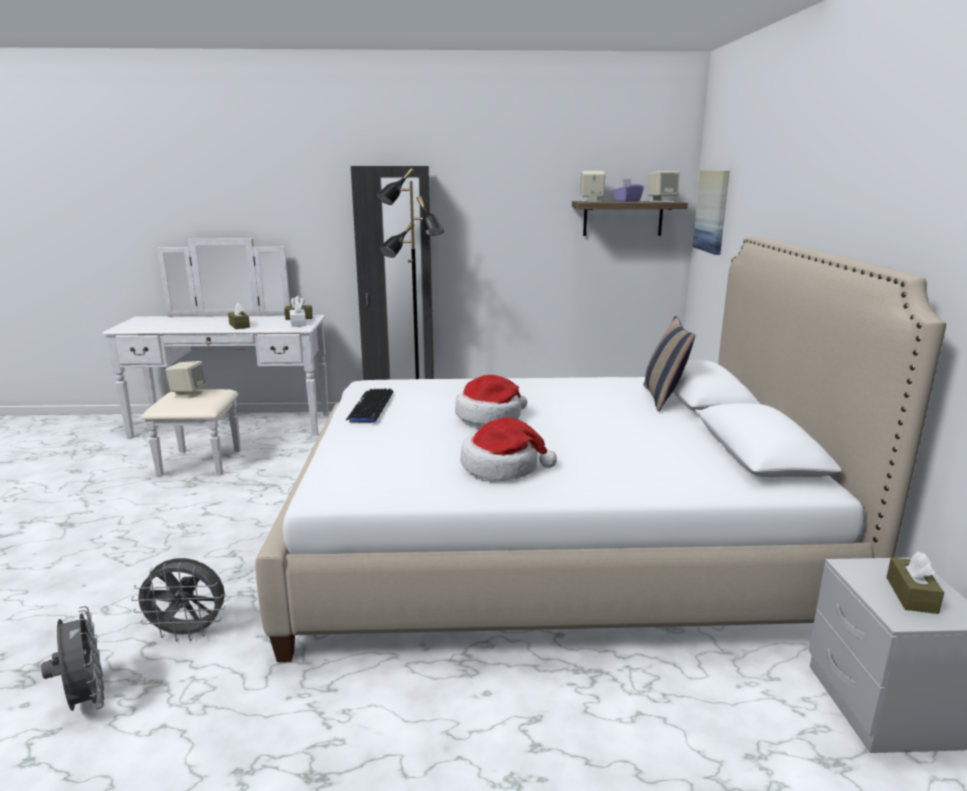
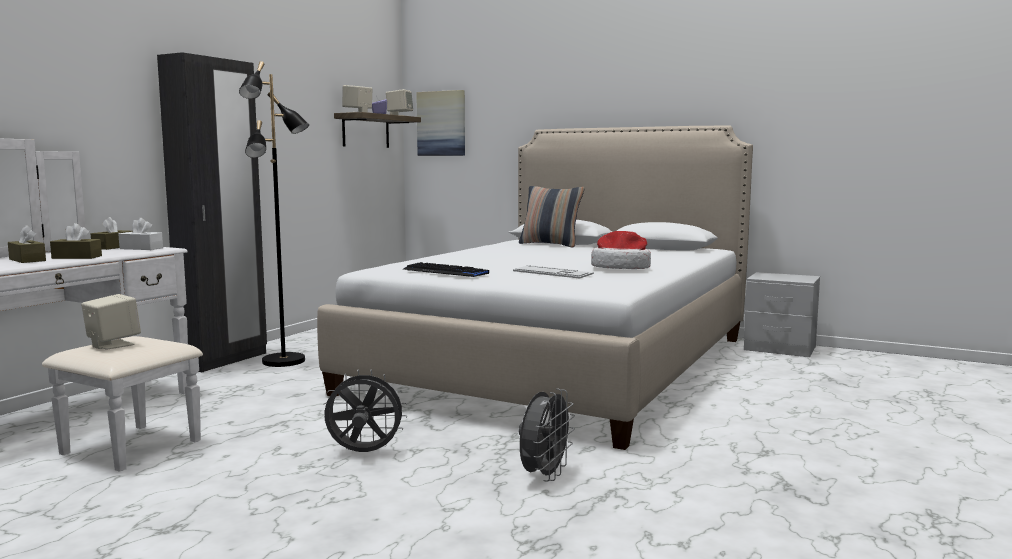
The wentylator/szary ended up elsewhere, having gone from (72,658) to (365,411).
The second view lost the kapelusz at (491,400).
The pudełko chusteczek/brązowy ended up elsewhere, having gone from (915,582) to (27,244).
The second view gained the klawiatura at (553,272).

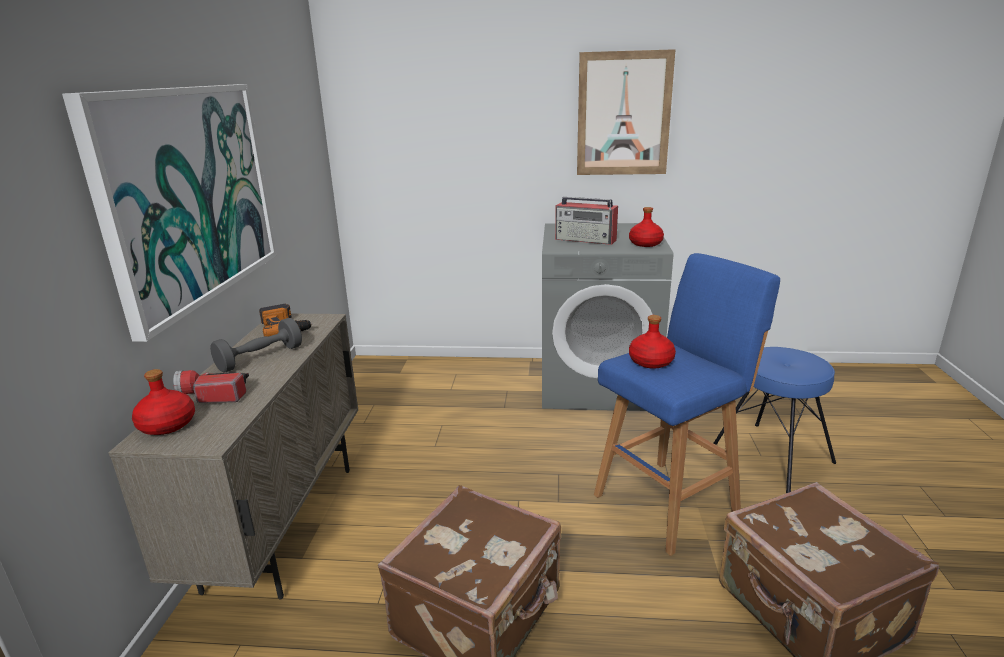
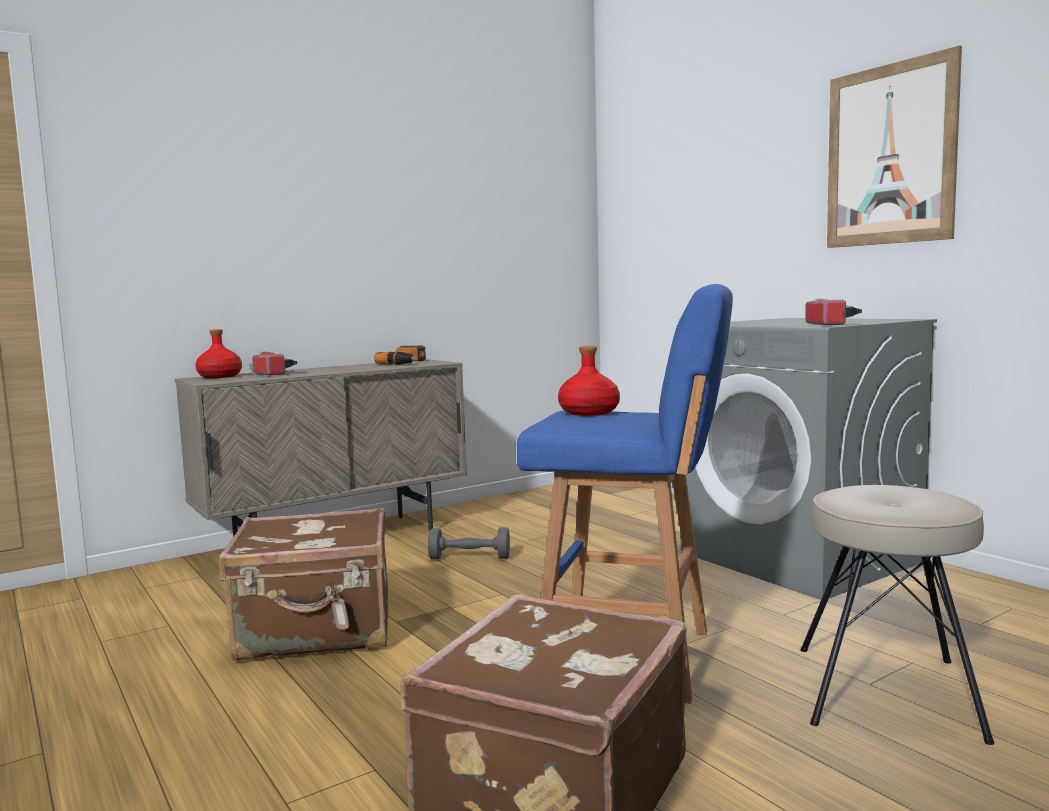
The second view lost the obraz at (169,213).
The hantel/szary ended up elsewhere, having gone from (256,345) to (469,543).
The second view lost the radio at (586,221).
Where the butelka/czerwony stood at (646,227), the latarka came to stand at (834,312).
What was the stołek/niebieski at (774,420) turned into the stołek/beżowy at (897,615).

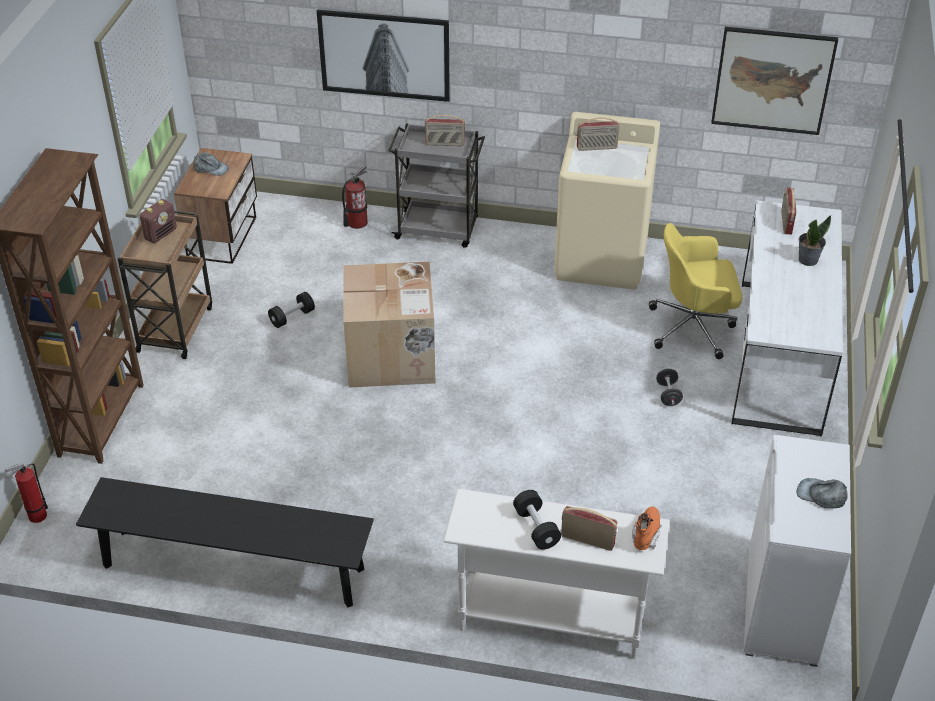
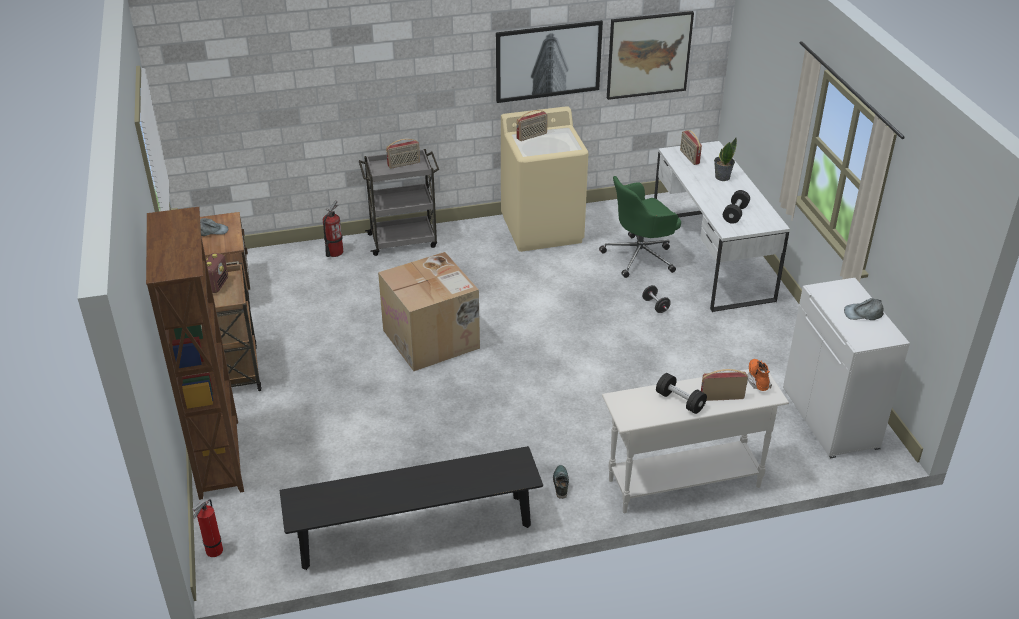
The hantel/czarny ended up elsewhere, having gone from (291,310) to (736,207).
The obraz ended up elsewhere, having gone from (383,56) to (549,61).
What was the krzesło biurowe/żółty at (695,291) turned into the krzesło biurowe/zielony at (640,227).
The second view gained the but at (561,482).

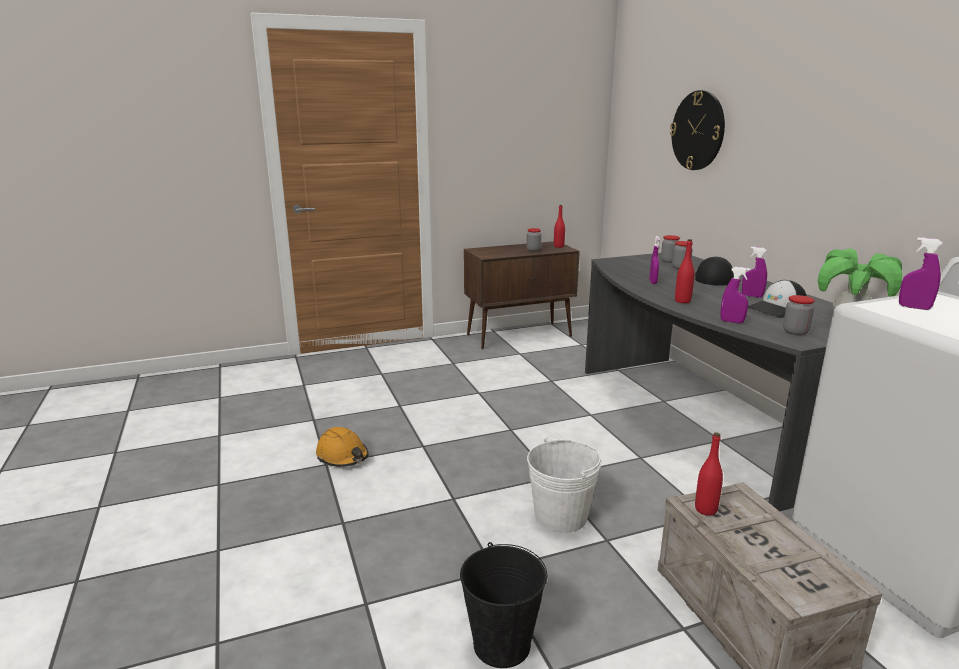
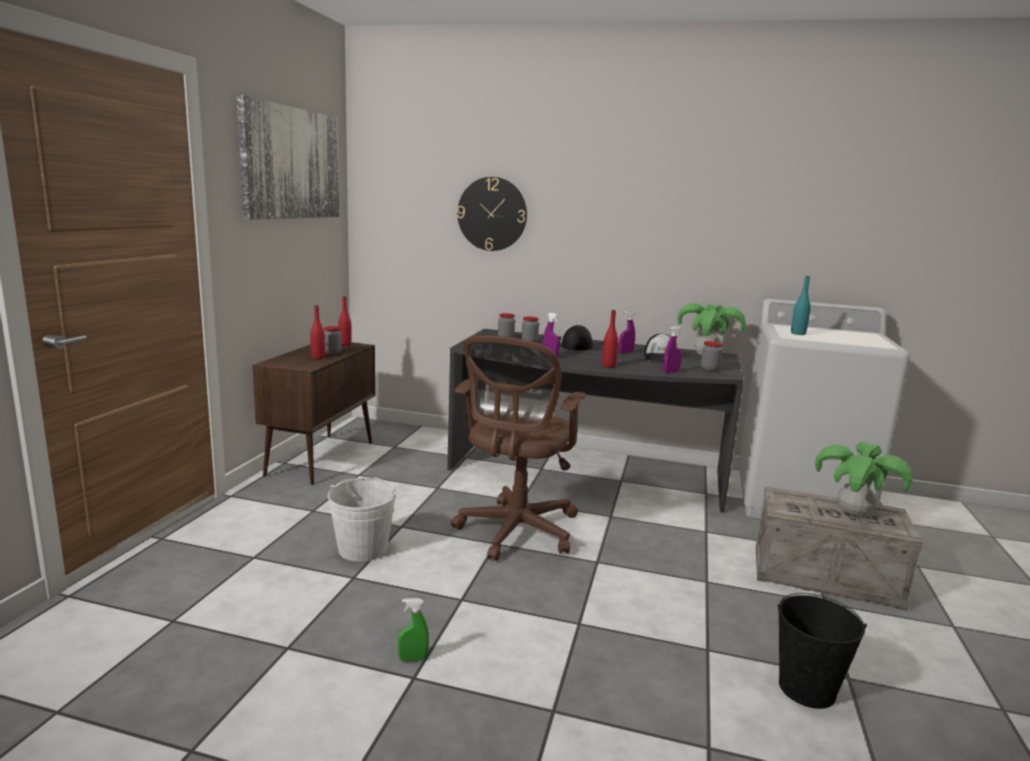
Where the kask/pomarańczowy stood at (342,447), the spryskiwacz/zielony came to stand at (413,629).
The wiadro/biały ended up elsewhere, having gone from (564,485) to (362,520).
The butelka/czerwony ended up elsewhere, having gone from (709,474) to (317,332).
Where the spryskiwacz/fioletowy stood at (921,273), the butelka/turkusowy came to stand at (801,305).
The second view gained the obraz at (288,157).
The second view gained the krzesło biurowe/brązowy at (518,448).
The second view gained the roślina doniczkowa at (864,478).

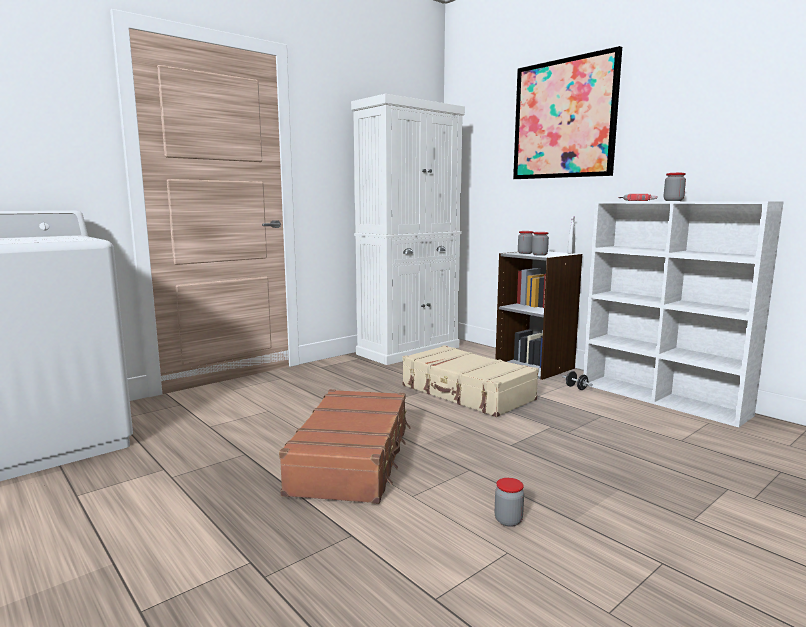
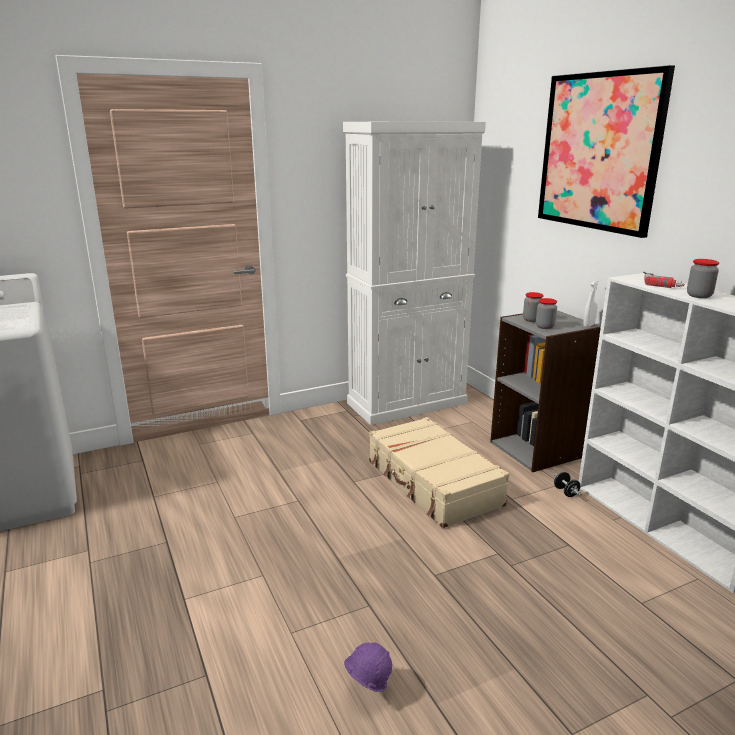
The second view lost the walizka/brązowy at (345,446).
Where the słoik stood at (509,502), the kask/fioletowy came to stand at (368,667).

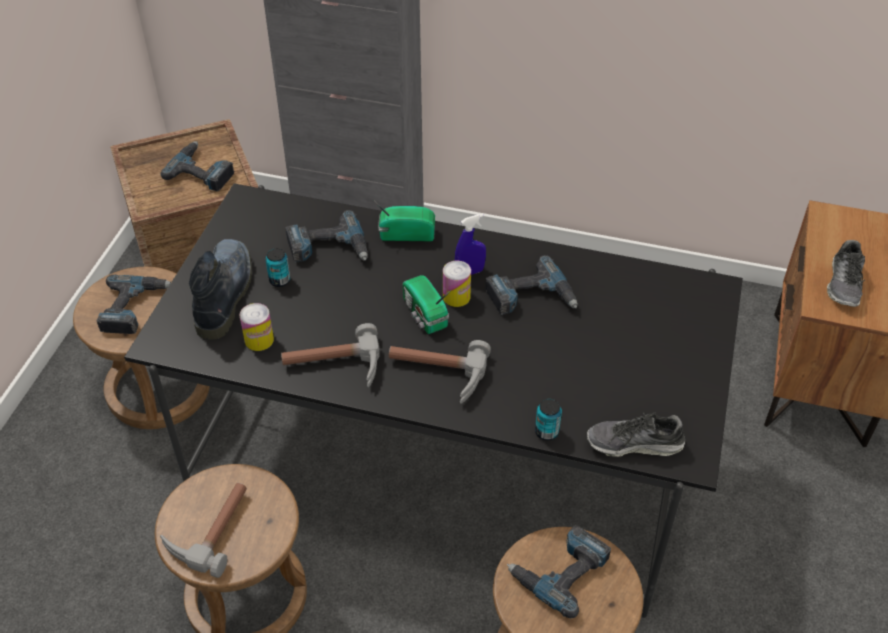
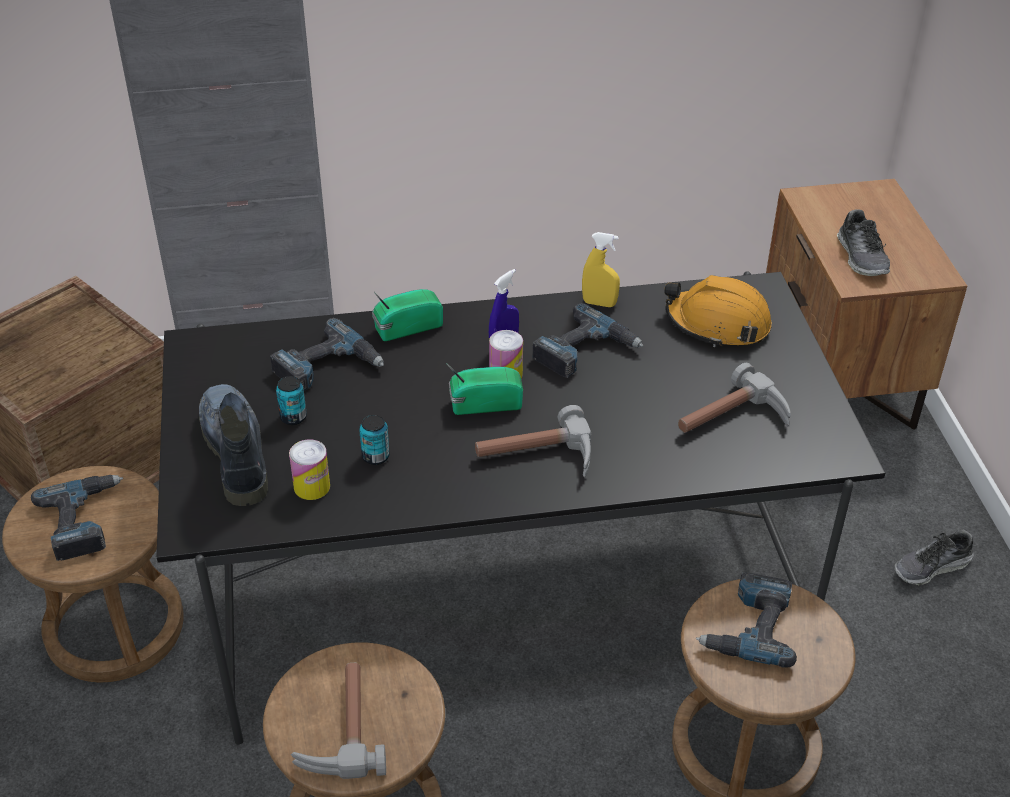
The second view lost the wiertarka at (197,166).
The młotek ended up elsewhere, having gone from (330,355) to (734,398).
The radio at (427,304) ended up facing another way, 135 degrees clockwise from before.
The puszka ended up elsewhere, having gone from (548,419) to (374,440).
The but ended up elsewhere, having gone from (636,434) to (934,558).
The second view gained the spryskiwacz/żółty at (601,269).
The second view gained the kask/pomarańczowy at (718,311).

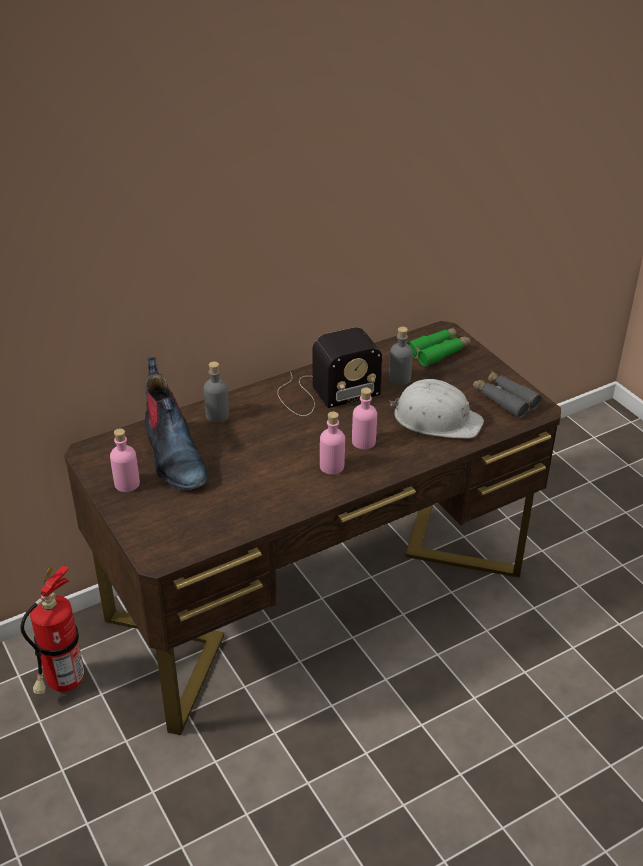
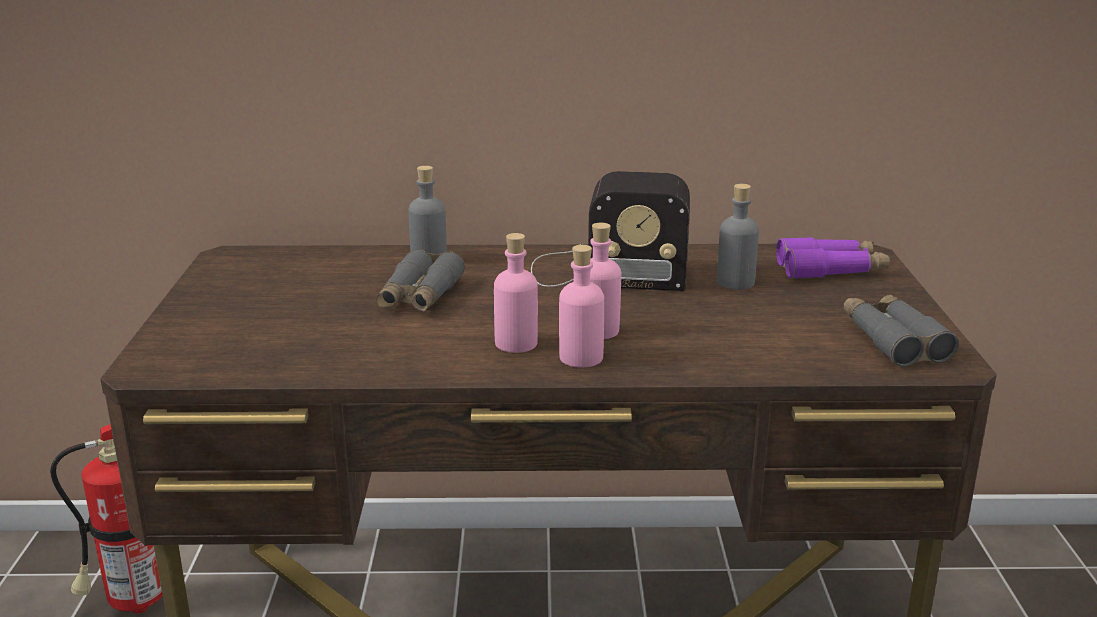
The butelka/różowy ended up elsewhere, having gone from (125,460) to (581,306).
The second view lost the but z cholewką at (176,423).
The second view lost the kask/biały at (437,409).
What was the lornetka/zielony at (439,347) turned into the lornetka/fioletowy at (833,258).
The second view gained the lornetka/szary at (420,280).

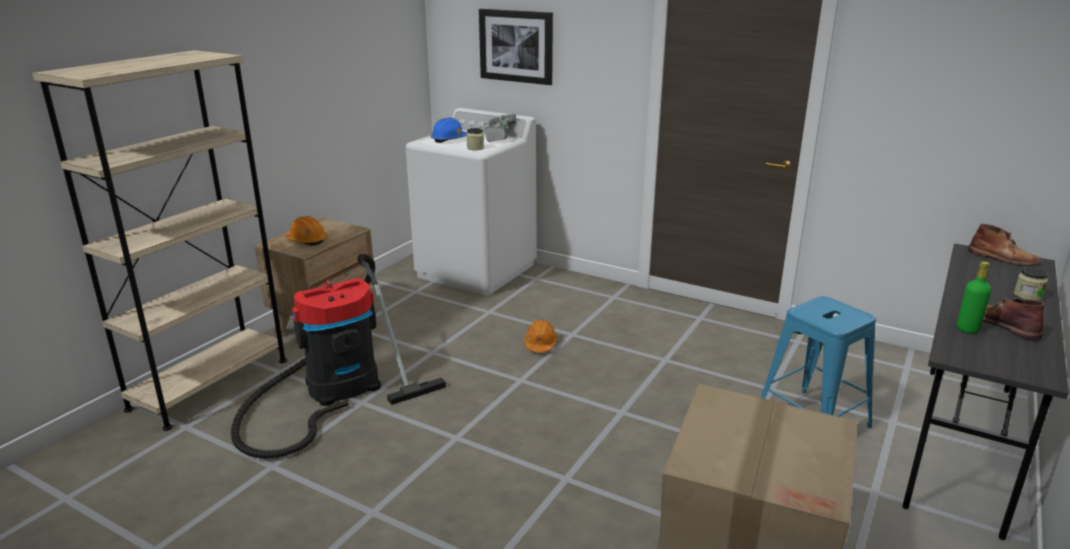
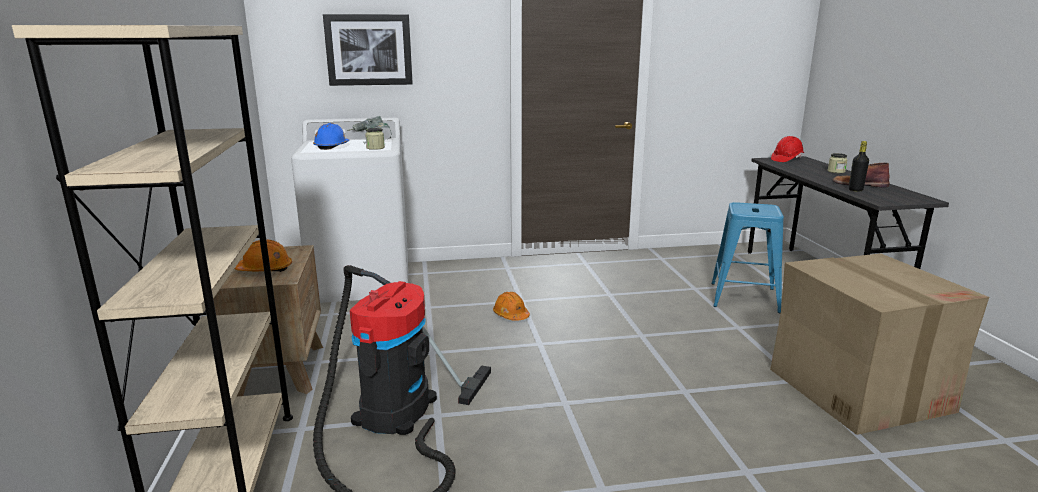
What was the butelka/zielony at (974,297) turned into the butelka/czarny at (859,166).
Where the but z cholewką/brązowy stood at (1004,245), the kask/czerwony came to stand at (787,149).

